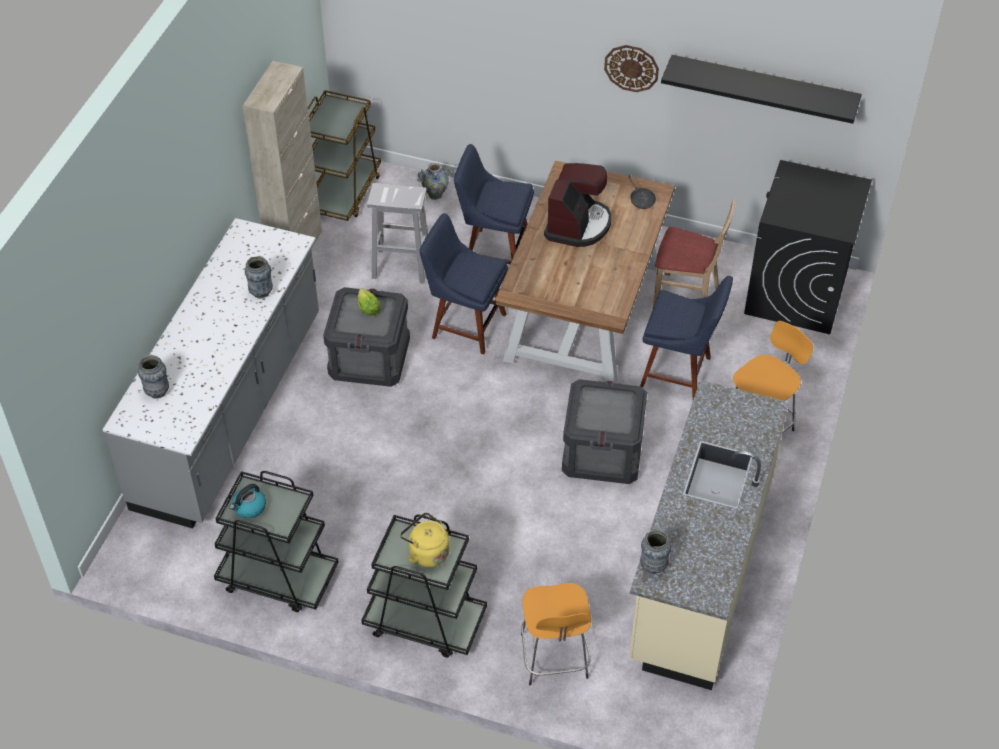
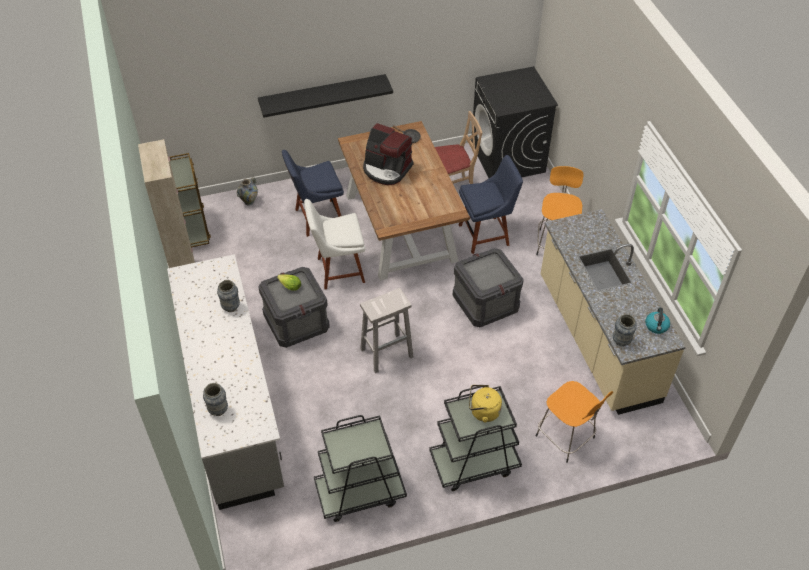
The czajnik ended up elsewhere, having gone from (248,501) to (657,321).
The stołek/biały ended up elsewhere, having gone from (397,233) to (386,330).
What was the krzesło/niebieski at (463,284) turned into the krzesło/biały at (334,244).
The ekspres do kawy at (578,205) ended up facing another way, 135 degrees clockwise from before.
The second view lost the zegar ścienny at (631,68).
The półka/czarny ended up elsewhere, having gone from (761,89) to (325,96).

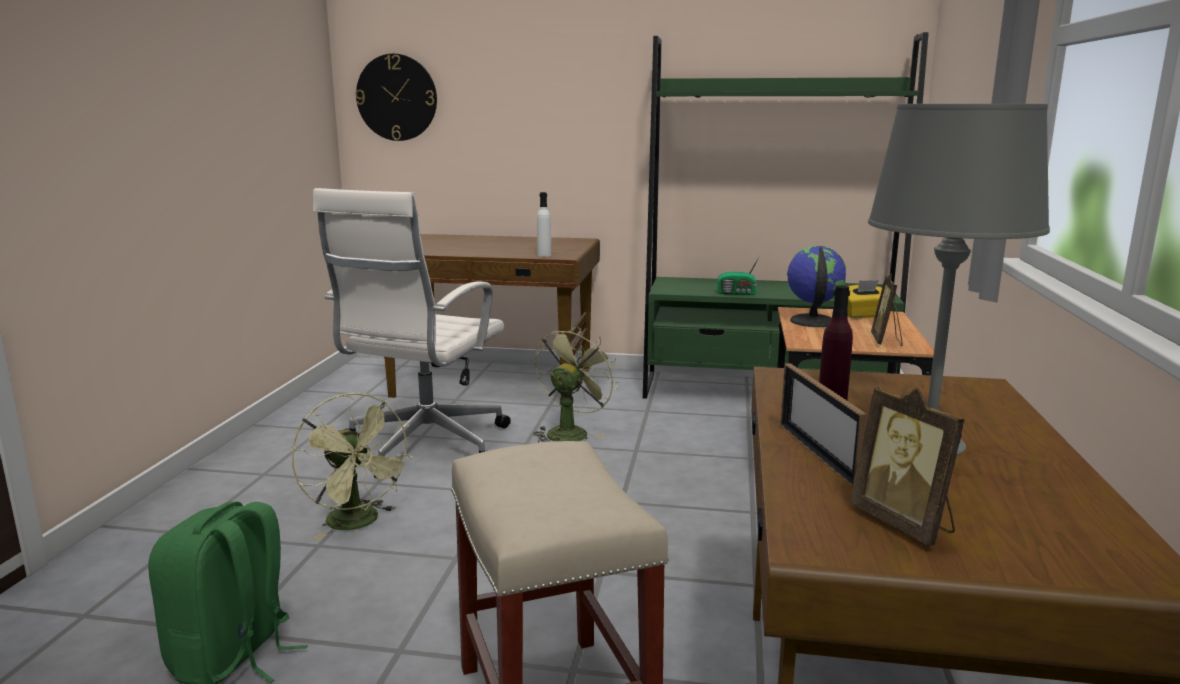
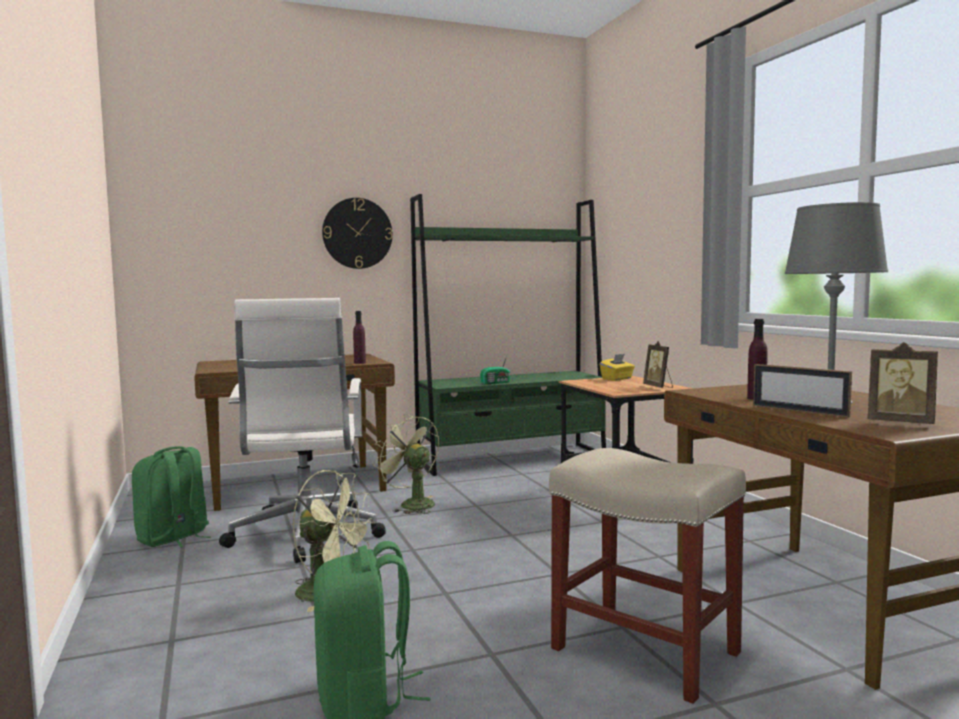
The zegar ścienny ended up elsewhere, having gone from (396,97) to (357,233).
The wentylator/zielony at (576,384) ended up facing another way, 45 degrees counterclockwise from before.
What was the butelka/biały at (544,224) turned into the butelka/fioletowy at (359,337).
The second view lost the globus at (816,286).
The second view gained the plecak/zielony at (171,497).

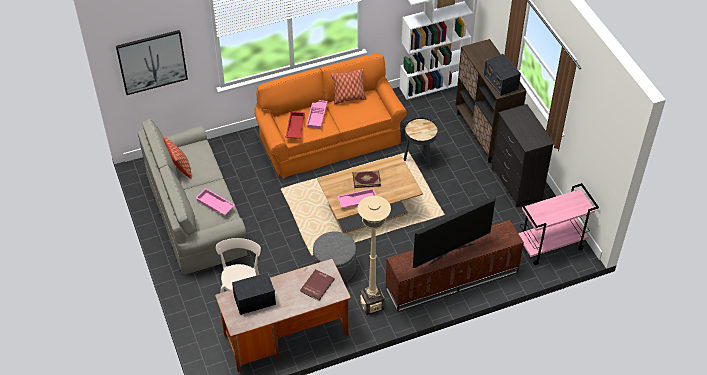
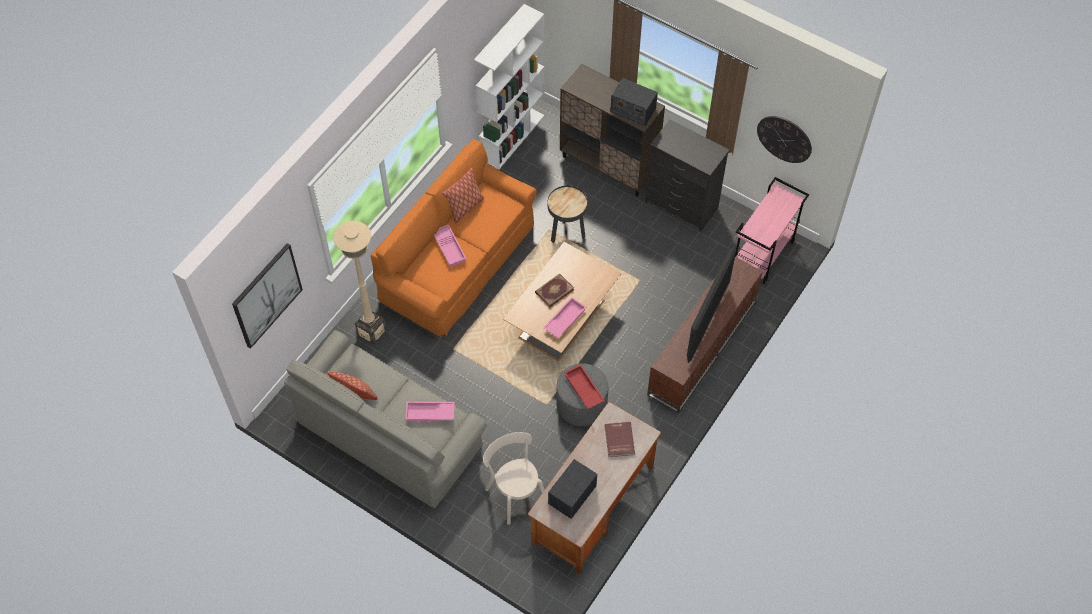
The taca/czerwony ended up elsewhere, having gone from (295,125) to (584,386).
The lampa stojąca/beżowy ended up elsewhere, having gone from (374,255) to (359,282).
The second view gained the zegar ścienny at (784,139).

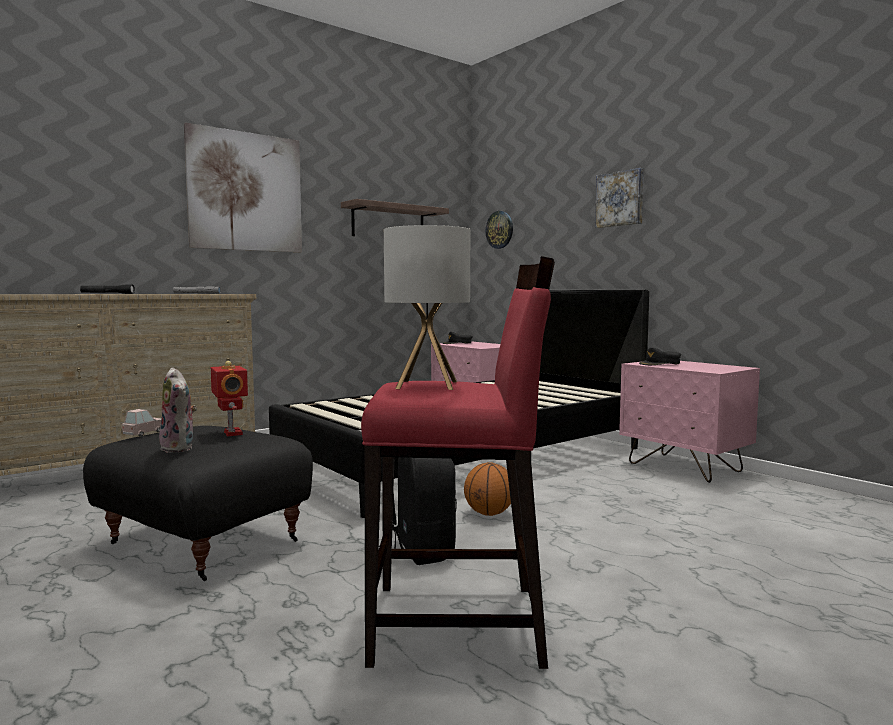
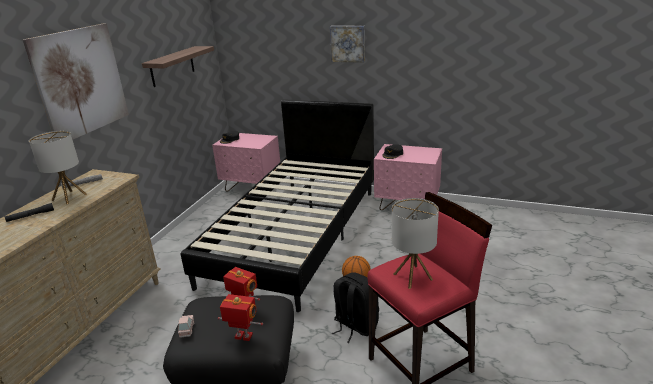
Where the pluszak stood at (178,409), the robot zabawkowy came to stand at (240,317).
The second view lost the zegar ścienny at (499,230).
The second view gained the lampa stołowa at (58,167).

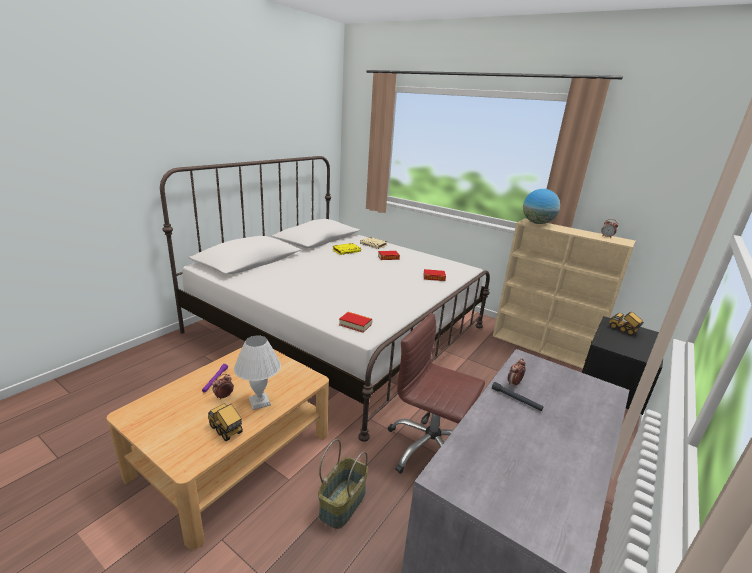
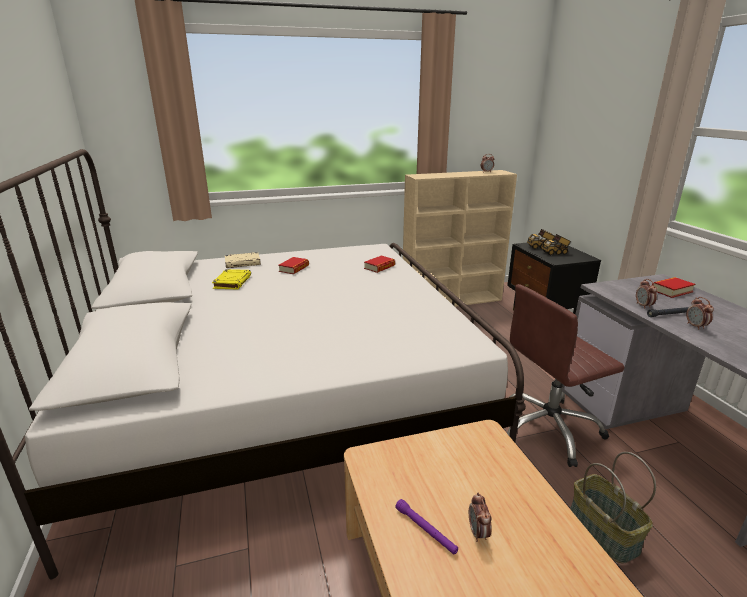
The ciężarówka zabawkowa ended up elsewhere, having gone from (225,422) to (556,245).
The second view lost the lampa stołowa/biały at (257,372).
The książka ended up elsewhere, having gone from (355,322) to (673,287).
The second view lost the globus at (541,206).
The second view gained the budzik at (700,313).

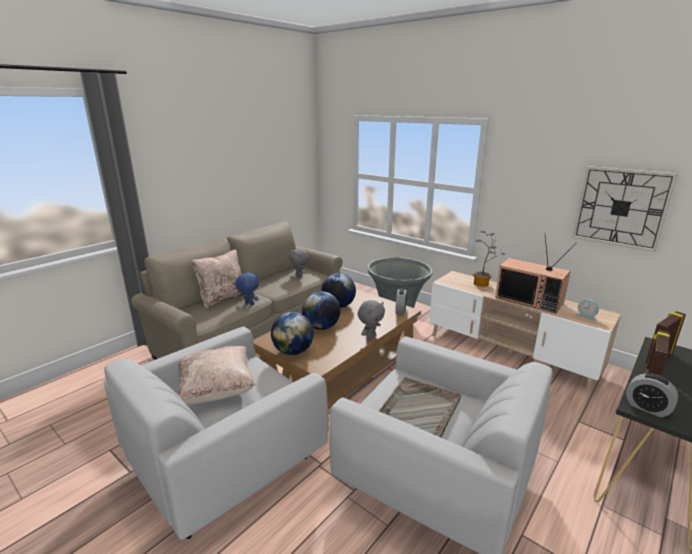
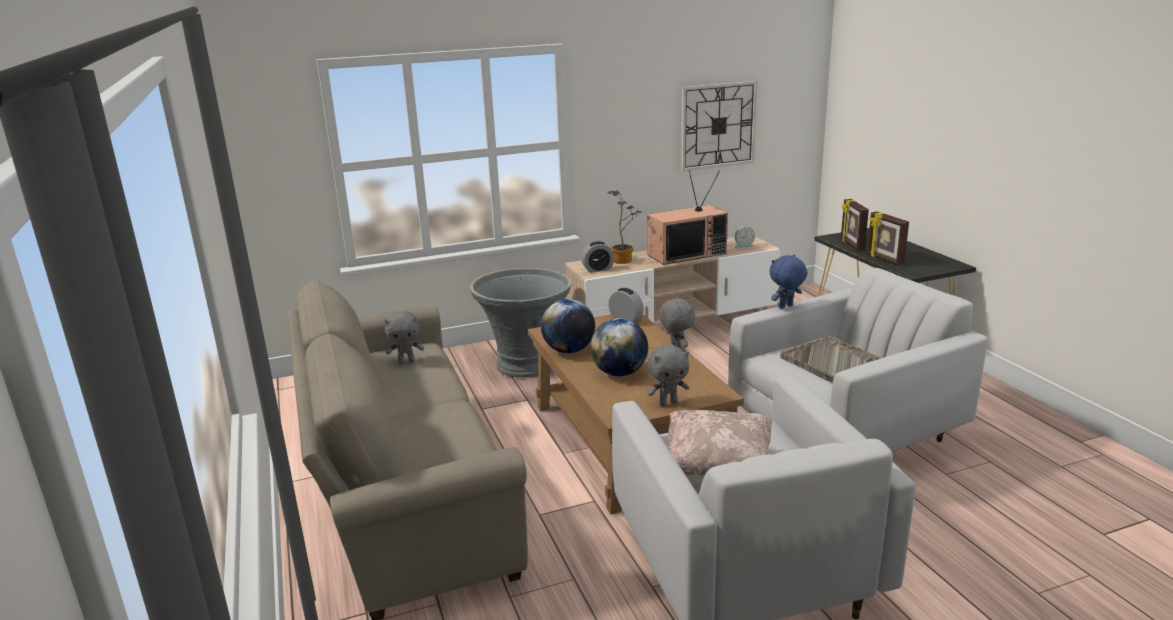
The second view lost the poduszka/beżowy at (216,279).
The pluszak/niebieski ended up elsewhere, having gone from (247,288) to (789,281).
Where the globus stood at (292,333), the pluszak/szary came to stand at (668,375).
The budzik ended up elsewhere, having gone from (652,395) to (597,257).

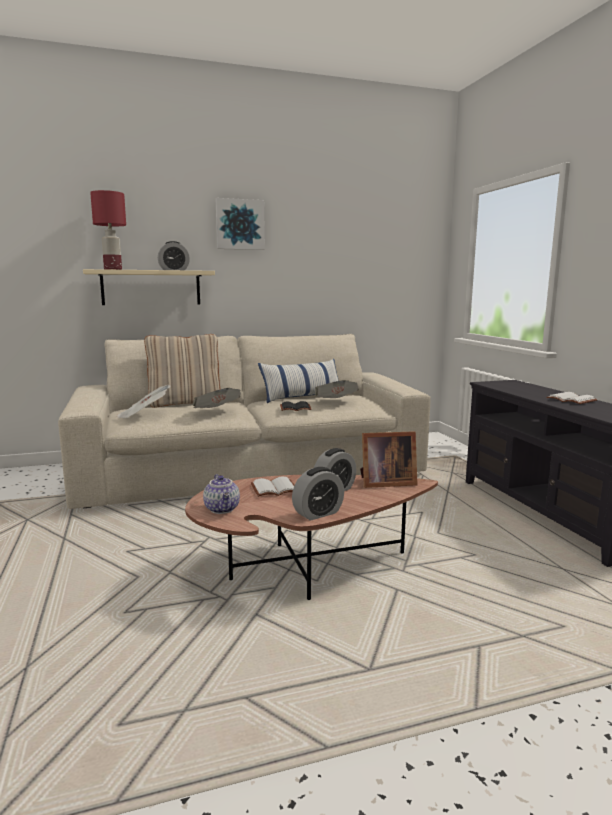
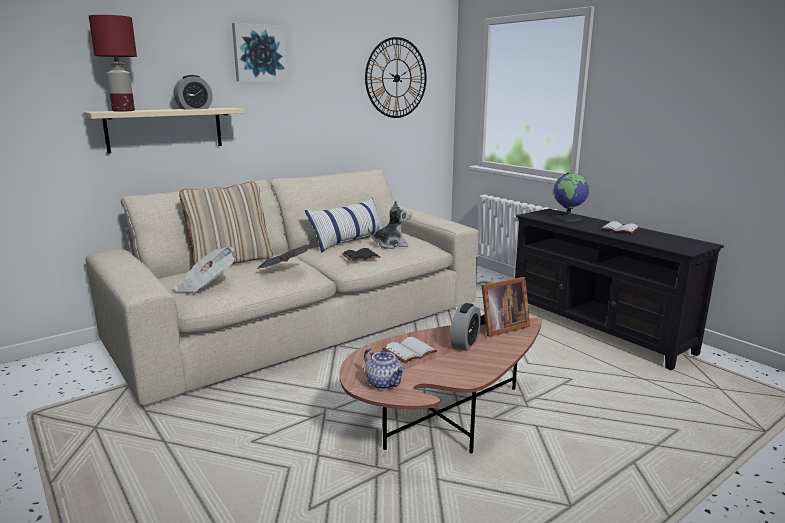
The second view lost the budzik at (318,494).
Where the gazeta stood at (337,389), the pluszak came to stand at (390,224).
The second view gained the zegar ścienny at (396,77).
The second view gained the globus at (571,197).

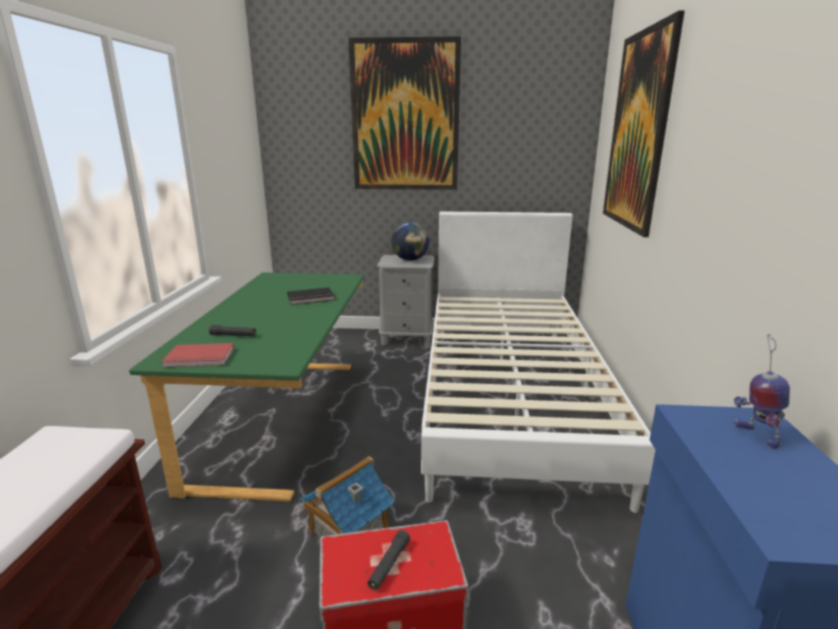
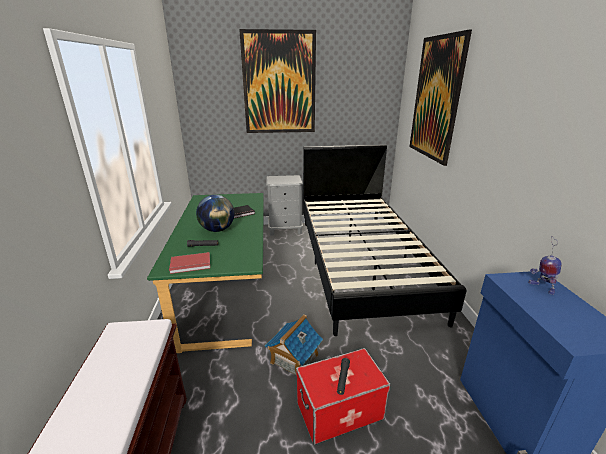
The globus ended up elsewhere, having gone from (410,241) to (215,213).
What was the łóżko/biały at (538,362) turned into the łóżko/czarny at (385,240).

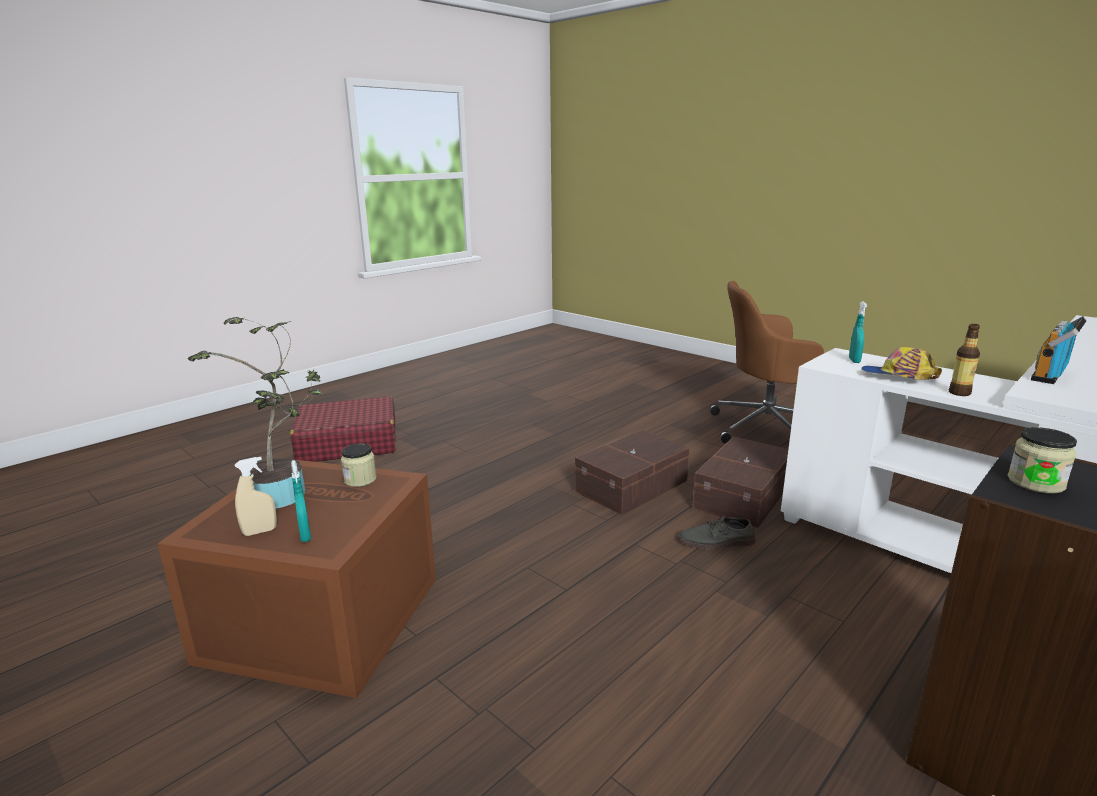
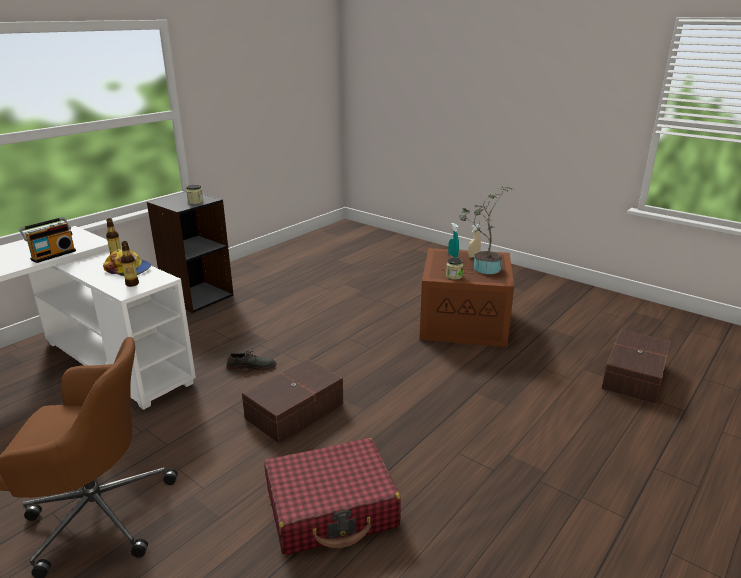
The walizka/czerwony ended up elsewhere, having gone from (343,429) to (332,496).
The pojemnik do przechowywania/brązowy ended up elsewhere, having gone from (740,482) to (636,366).
Where the spryskiwacz/turkusowy stood at (858,332), the butelka came to stand at (130,264).

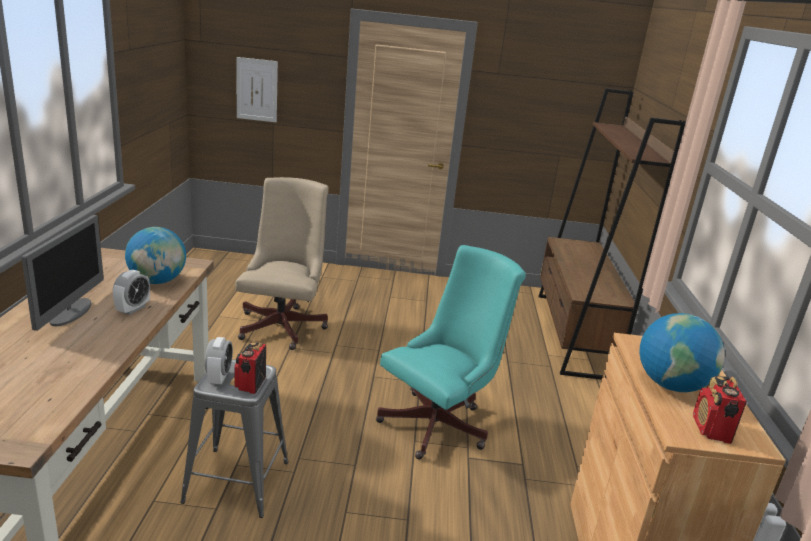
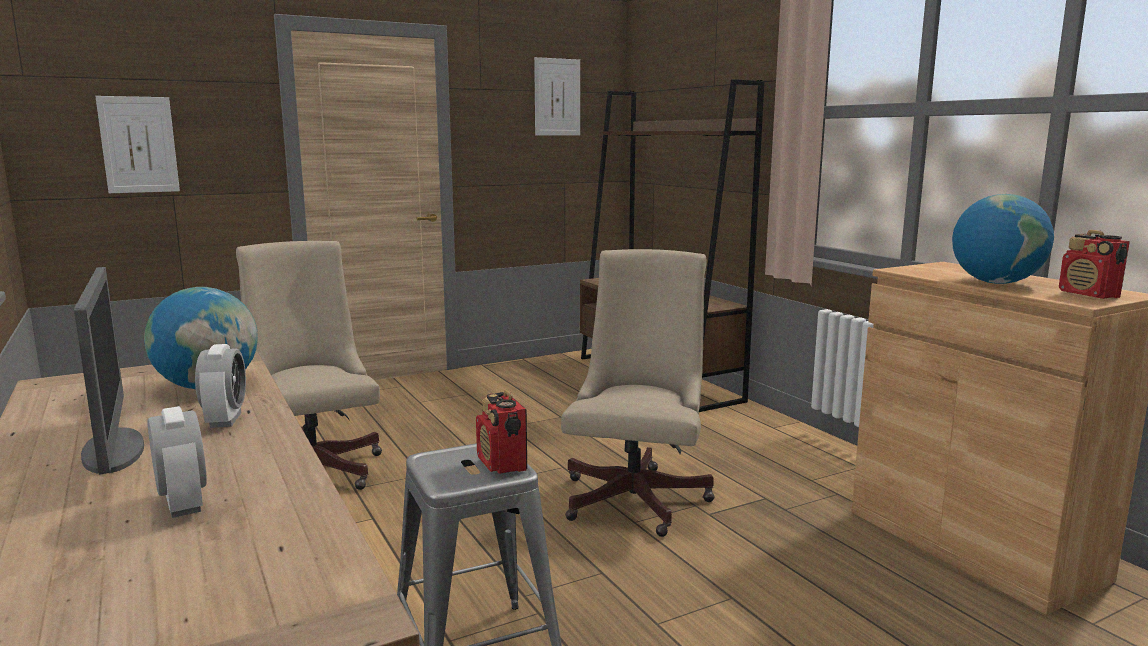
The budzik ended up elsewhere, having gone from (219,361) to (177,462).
What was the krzesło biurowe/turkusowy at (451,352) turned into the krzesło biurowe/beżowy at (638,393).
The second view gained the obraz at (557,96).

